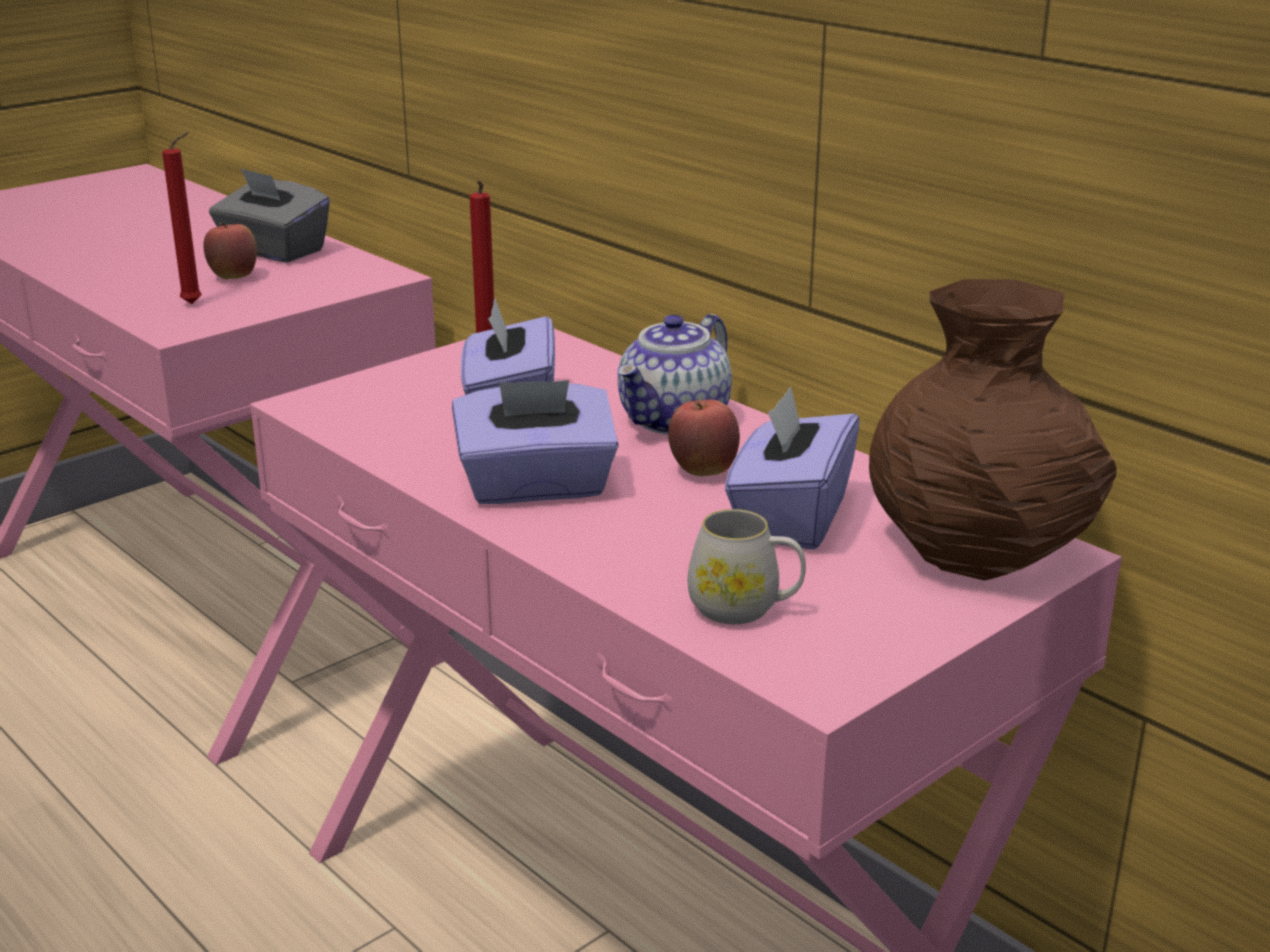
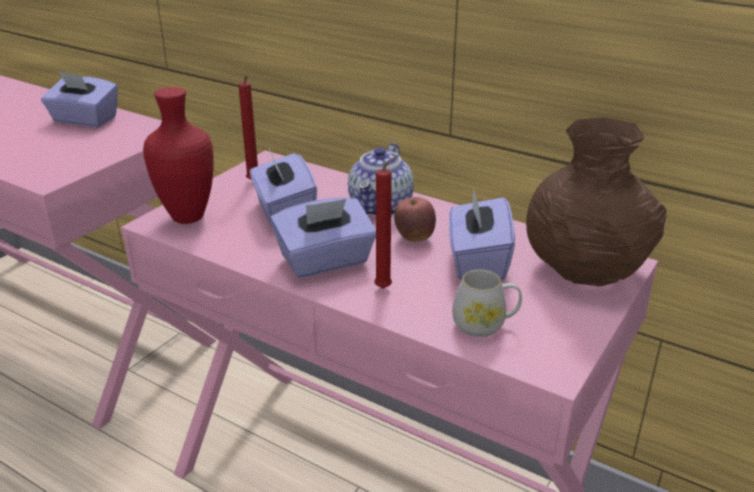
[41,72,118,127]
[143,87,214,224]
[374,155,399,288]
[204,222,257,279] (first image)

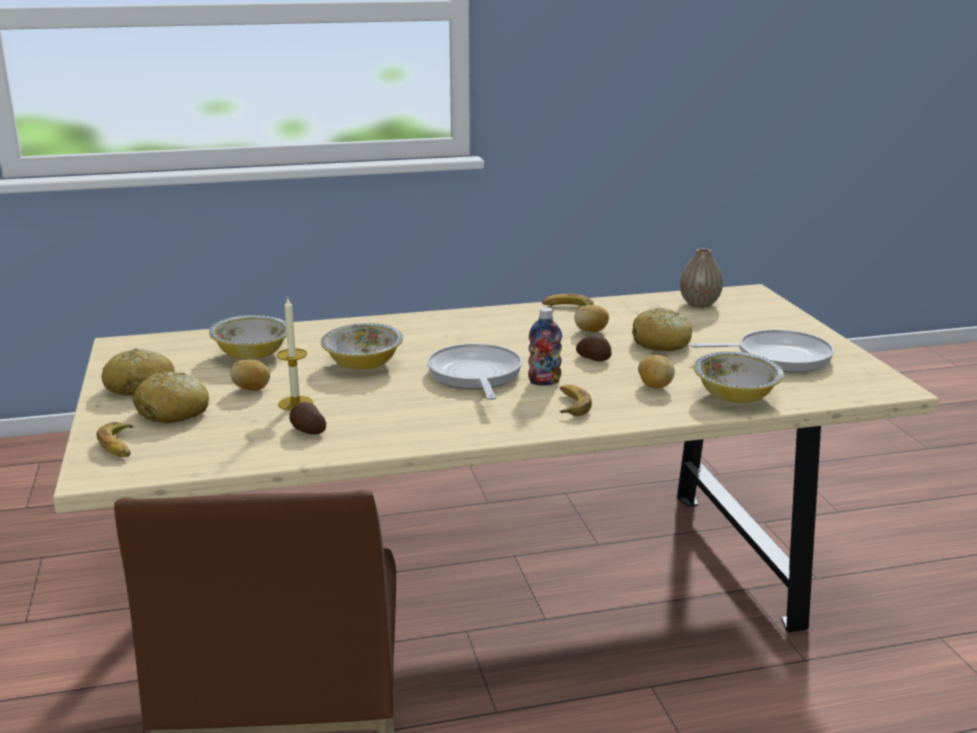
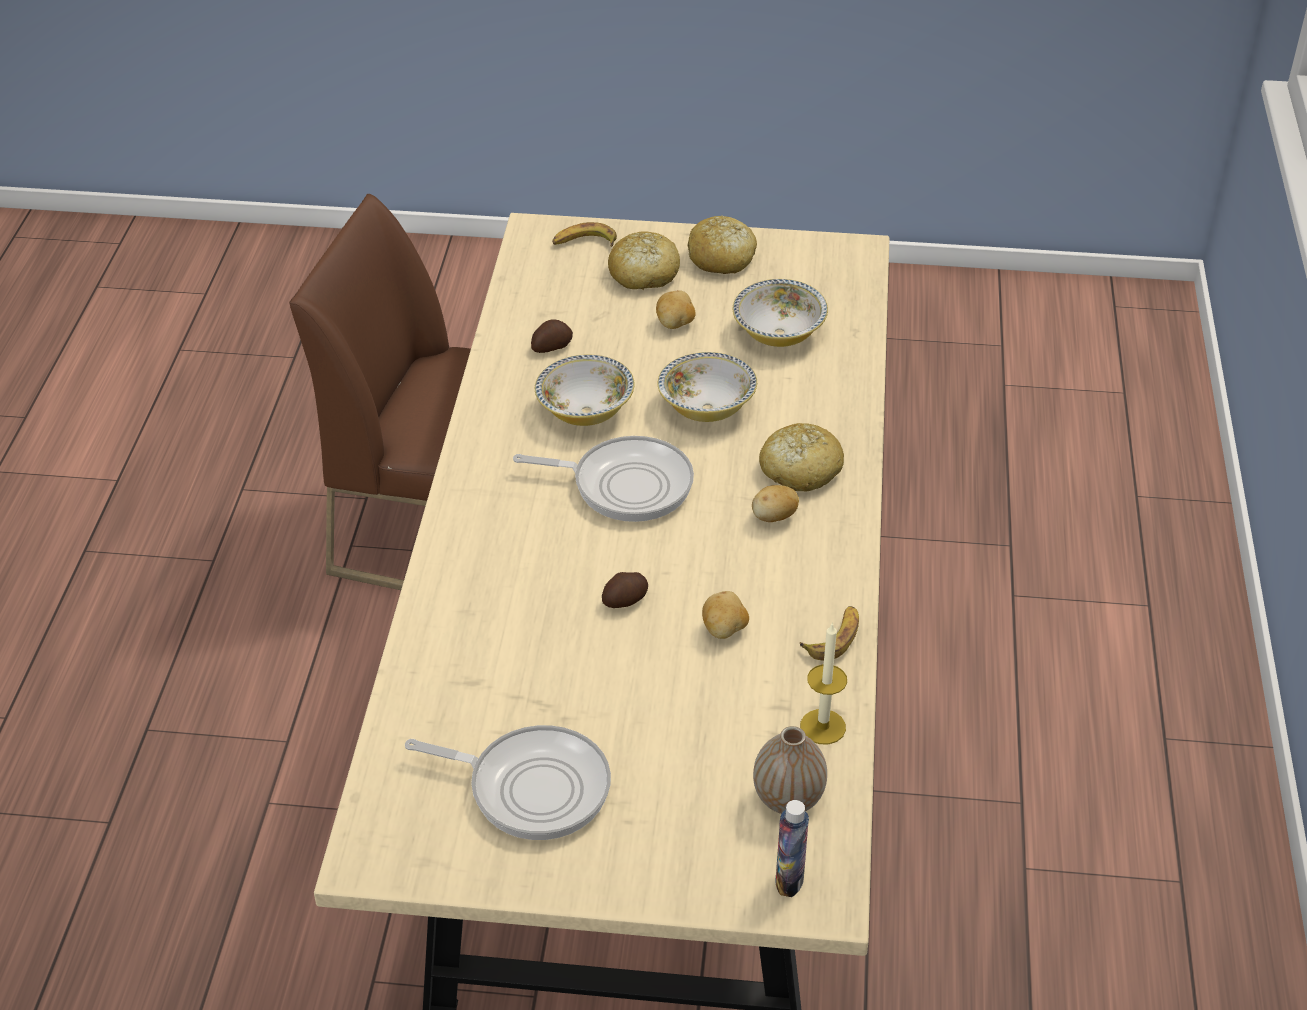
[405,725,611,840]
[535,355,635,426]
[752,485,799,522]
[759,423,844,491]
[775,800,809,897]
[800,622,847,744]
[560,385,592,416] (first image)

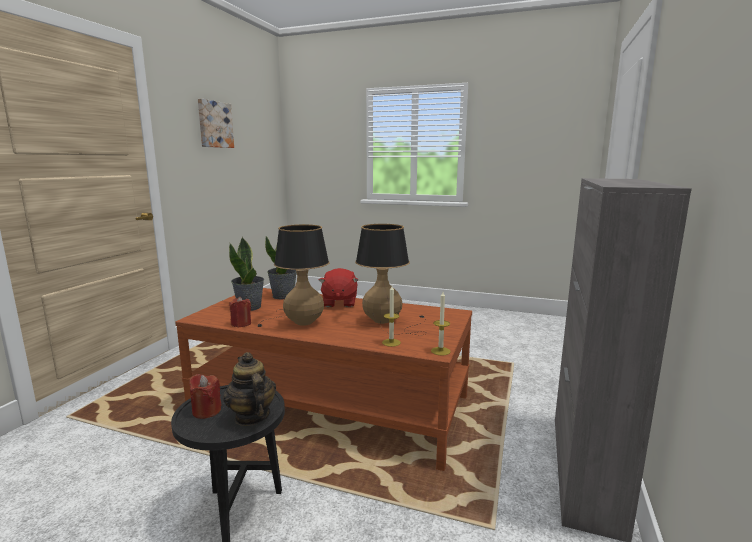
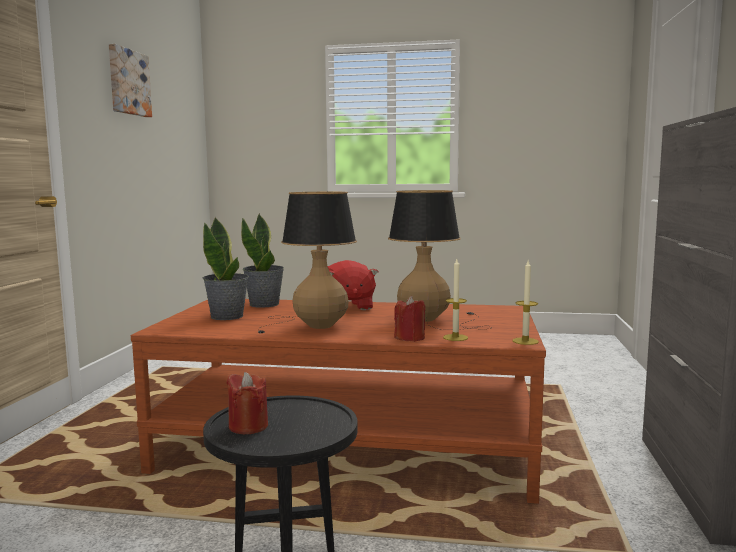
[394,296,426,342]
[223,352,276,426] (first image)

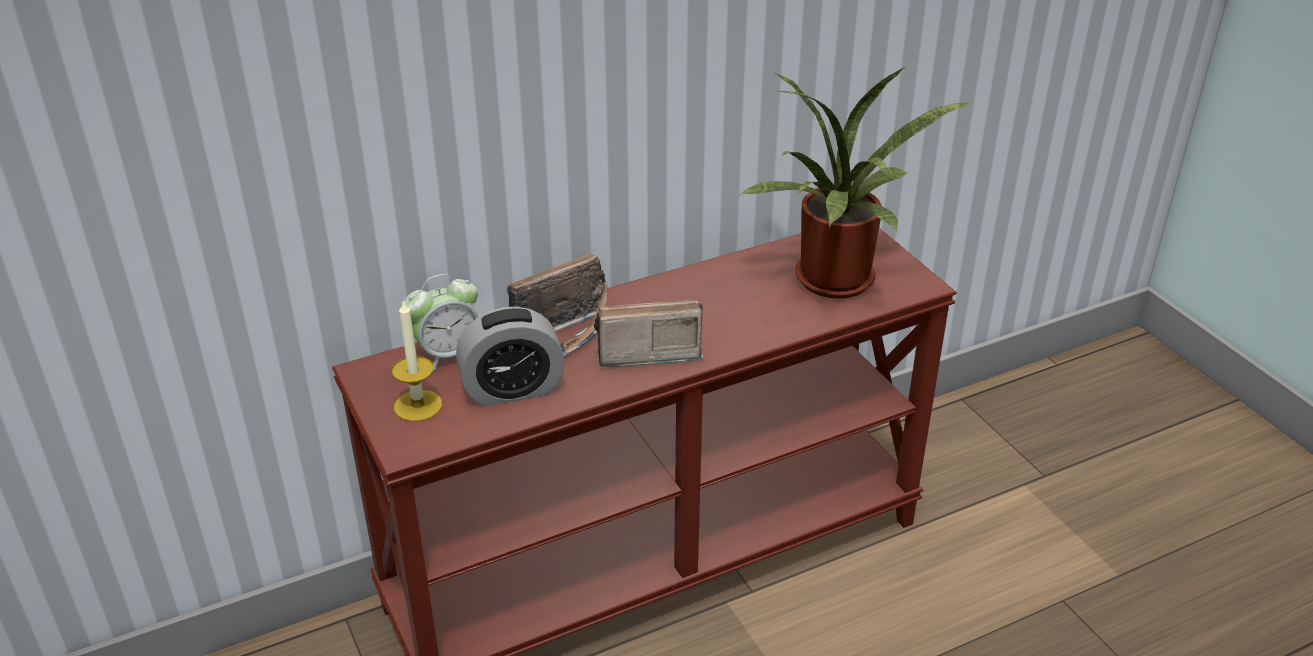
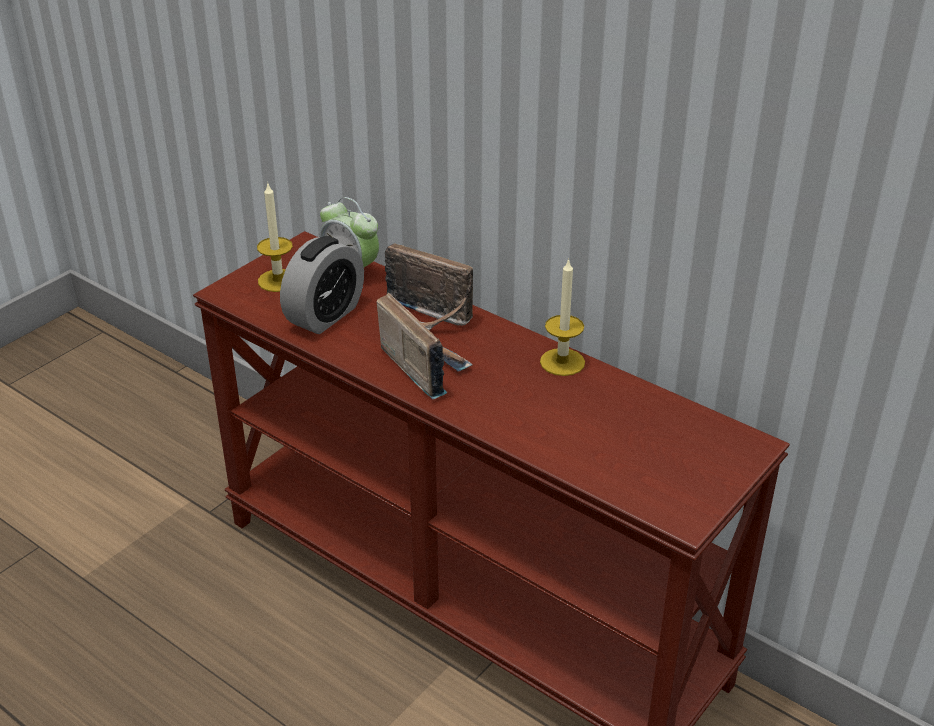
[280,236,364,334]
[540,258,585,376]
[740,67,969,299] (first image)

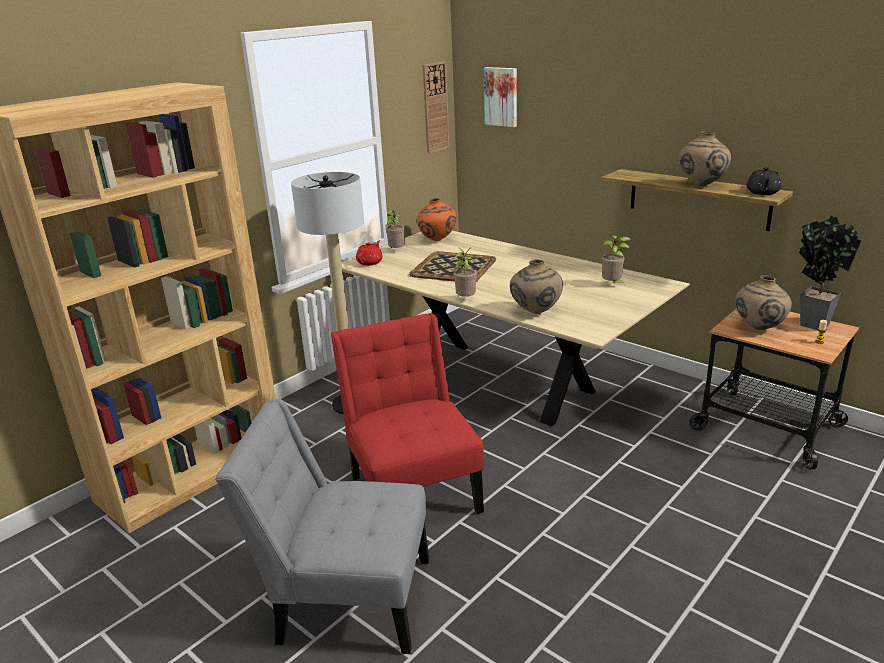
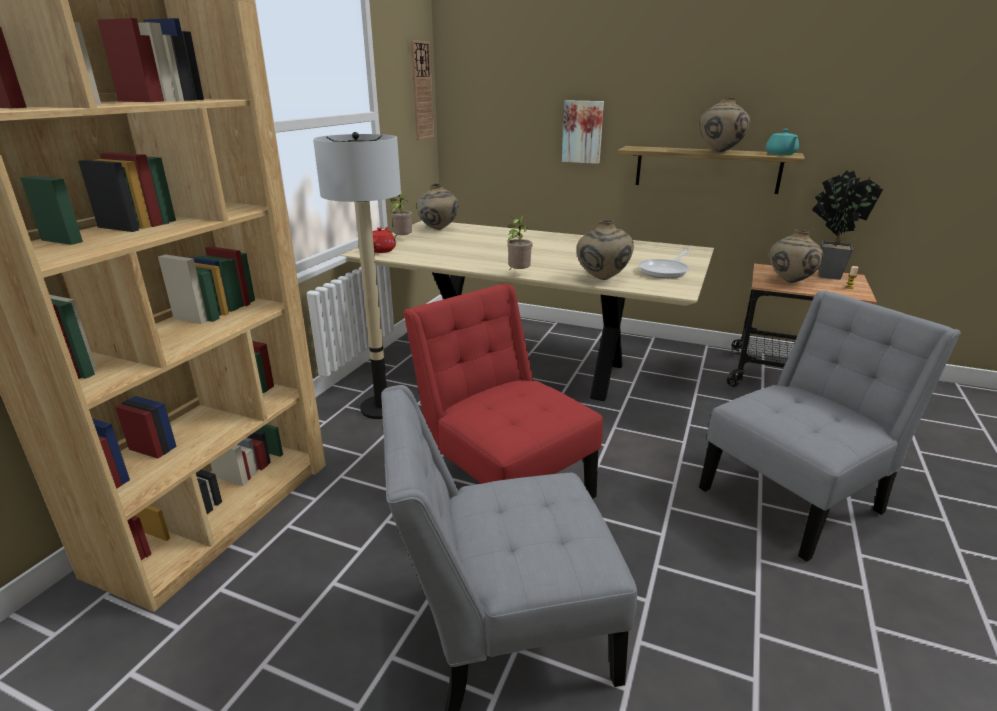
[417,184,459,230]
[562,100,604,164]
[638,249,691,278]
[699,290,961,562]
[766,129,799,155]
[409,251,496,282] (first image)
[601,235,631,283] (first image)

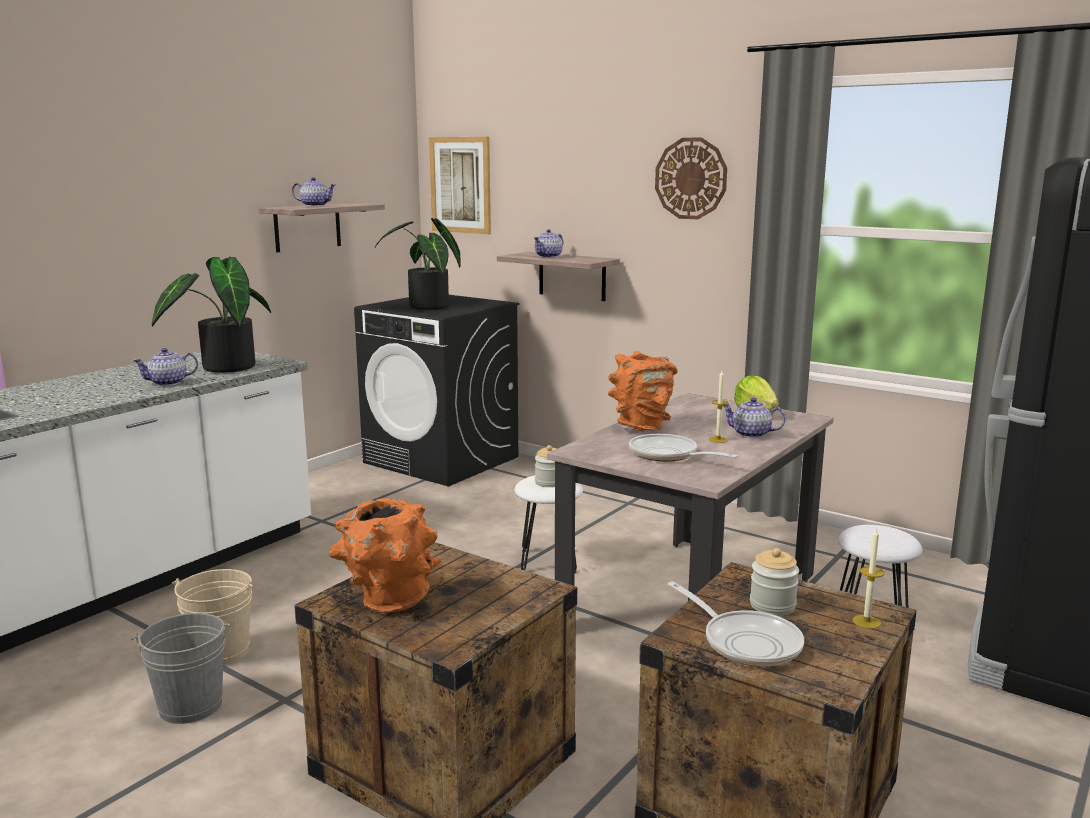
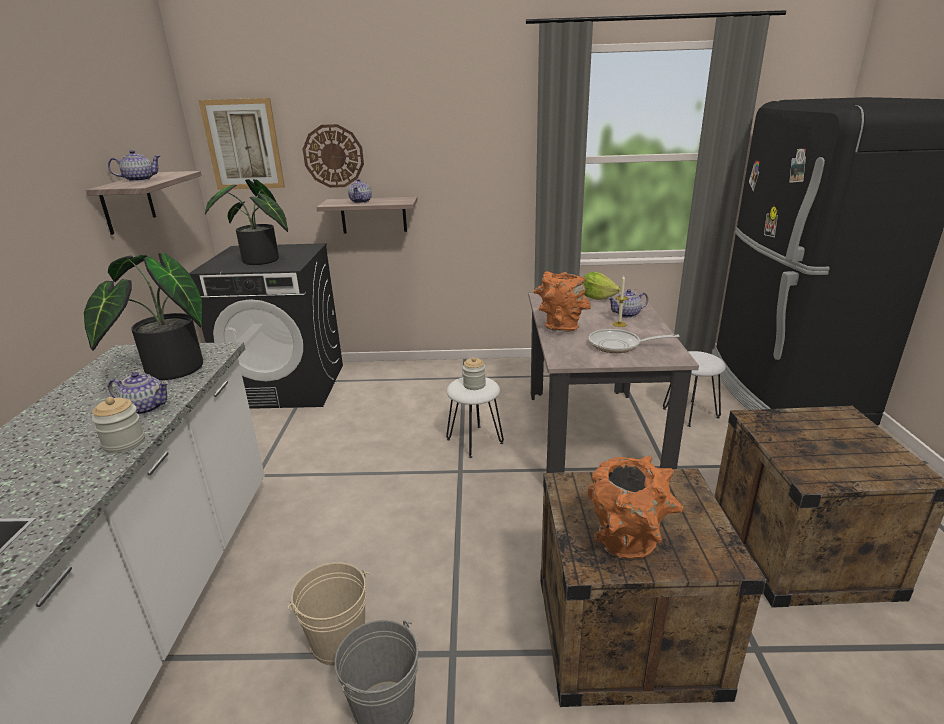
[92,397,145,453]
[108,372,169,415]
[303,124,364,188]
[668,581,804,667] (first image)
[852,528,884,629] (first image)

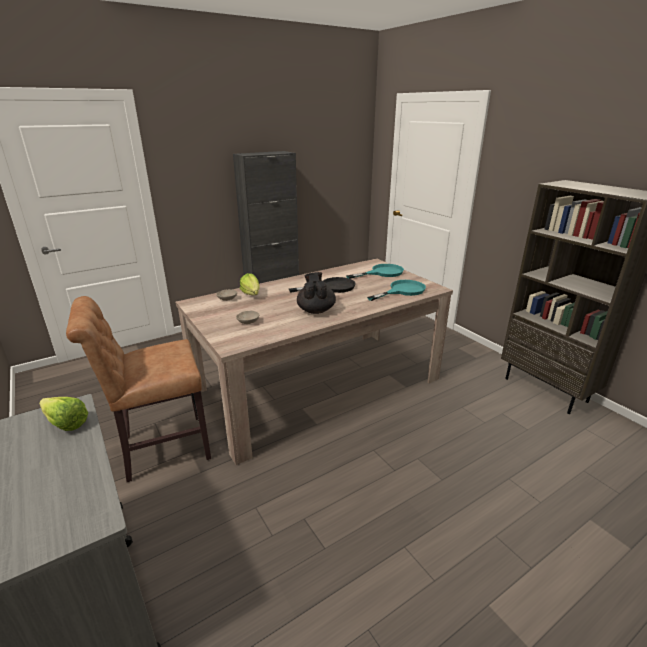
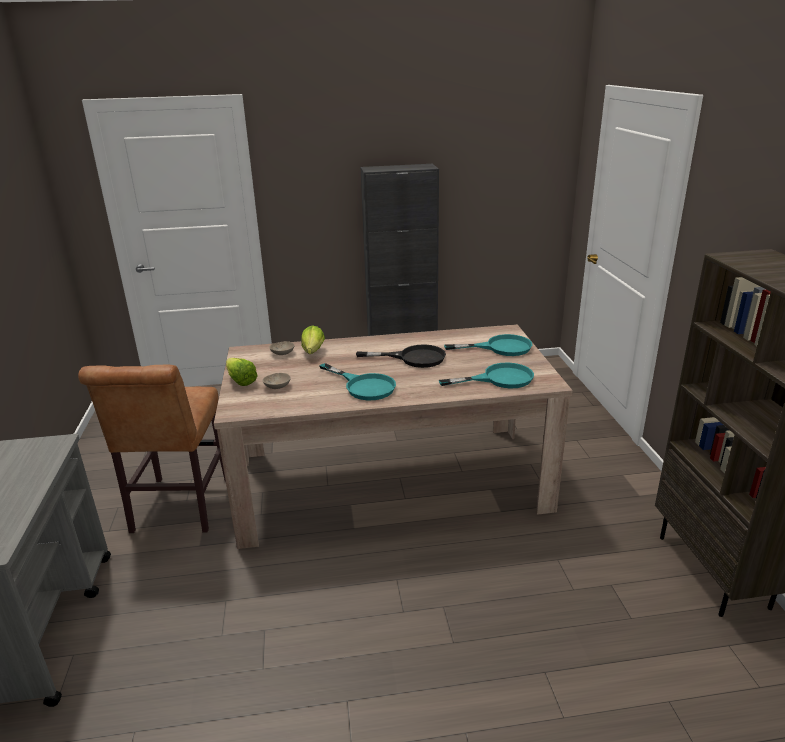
[78,365,226,533]
[226,358,258,386]
[319,363,396,400]

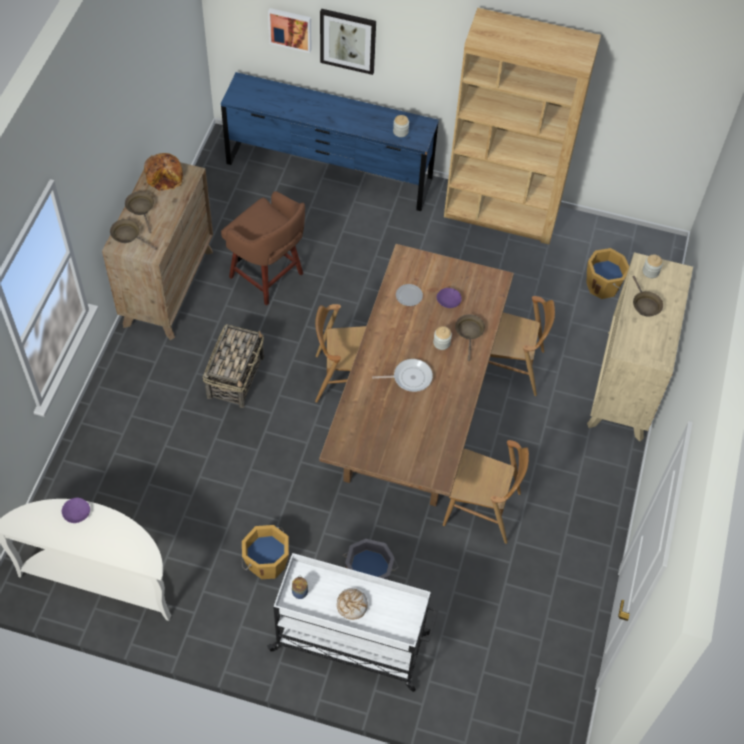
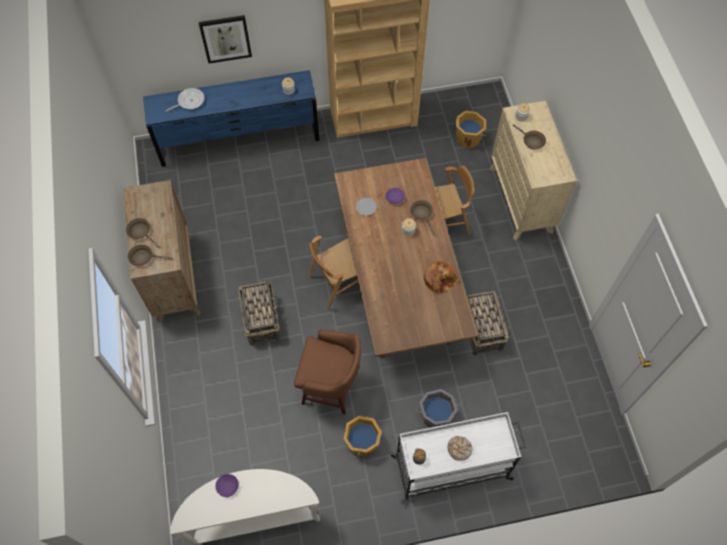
[165,88,205,111]
[294,329,361,414]
[424,261,459,293]
[466,291,509,355]
[268,8,311,53] (first image)

